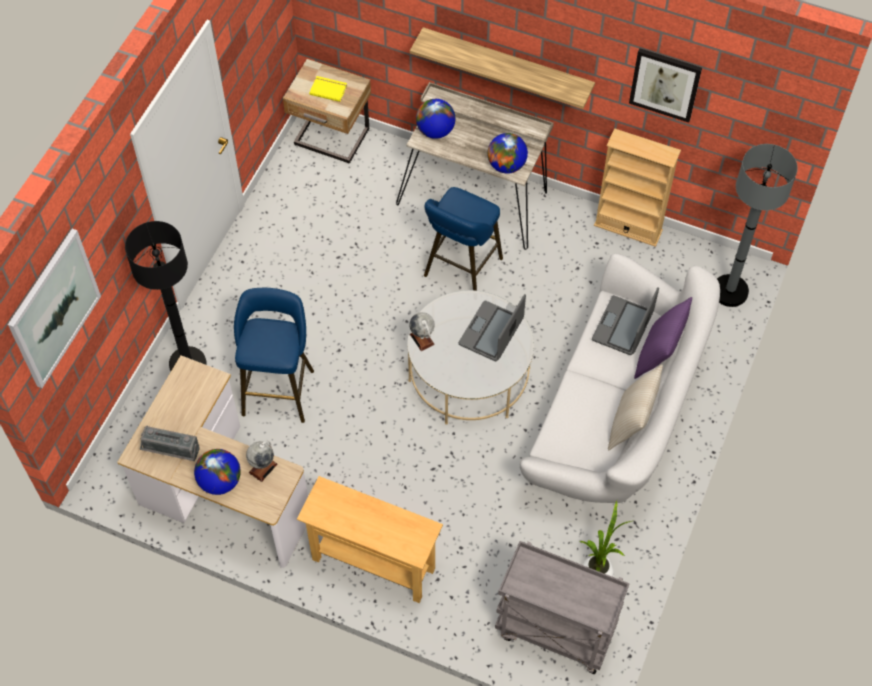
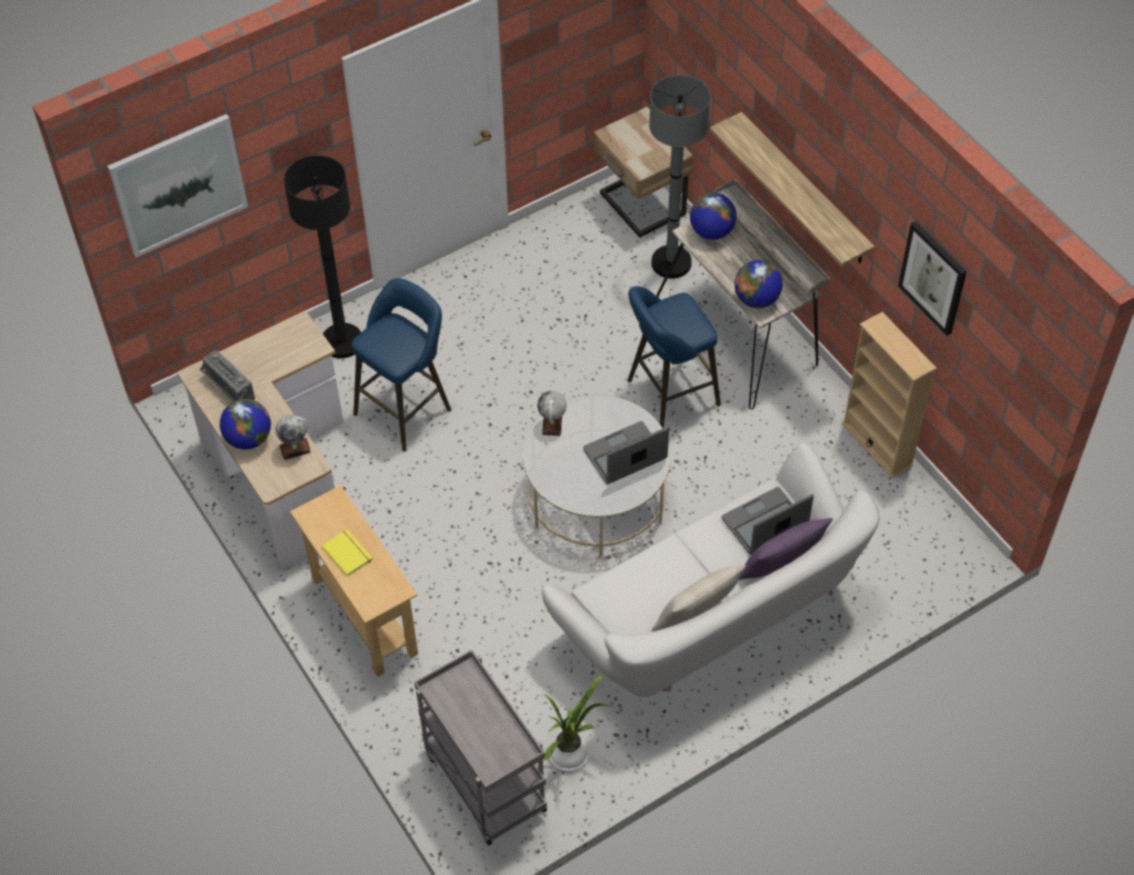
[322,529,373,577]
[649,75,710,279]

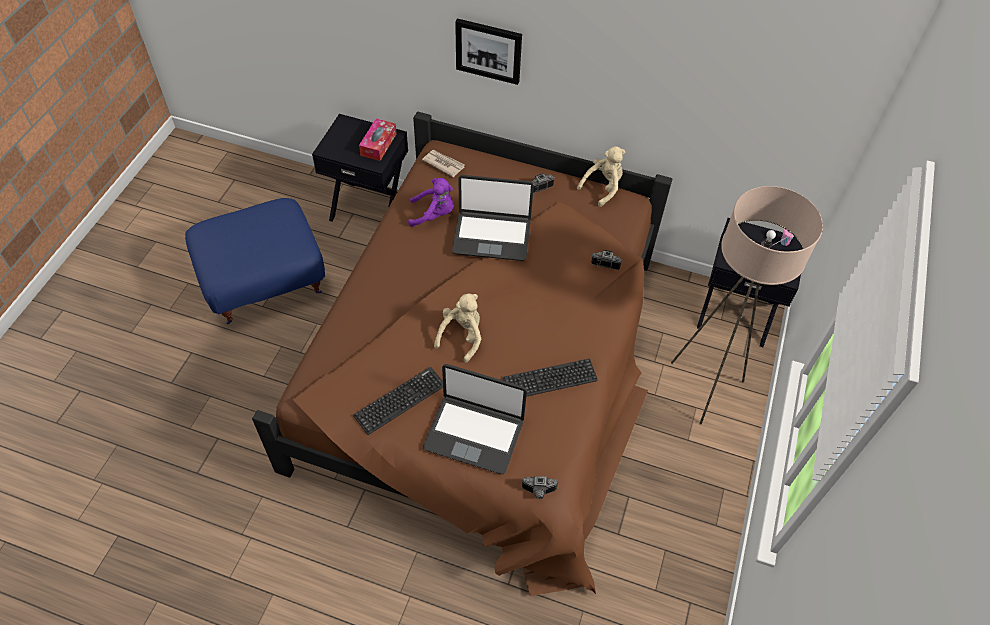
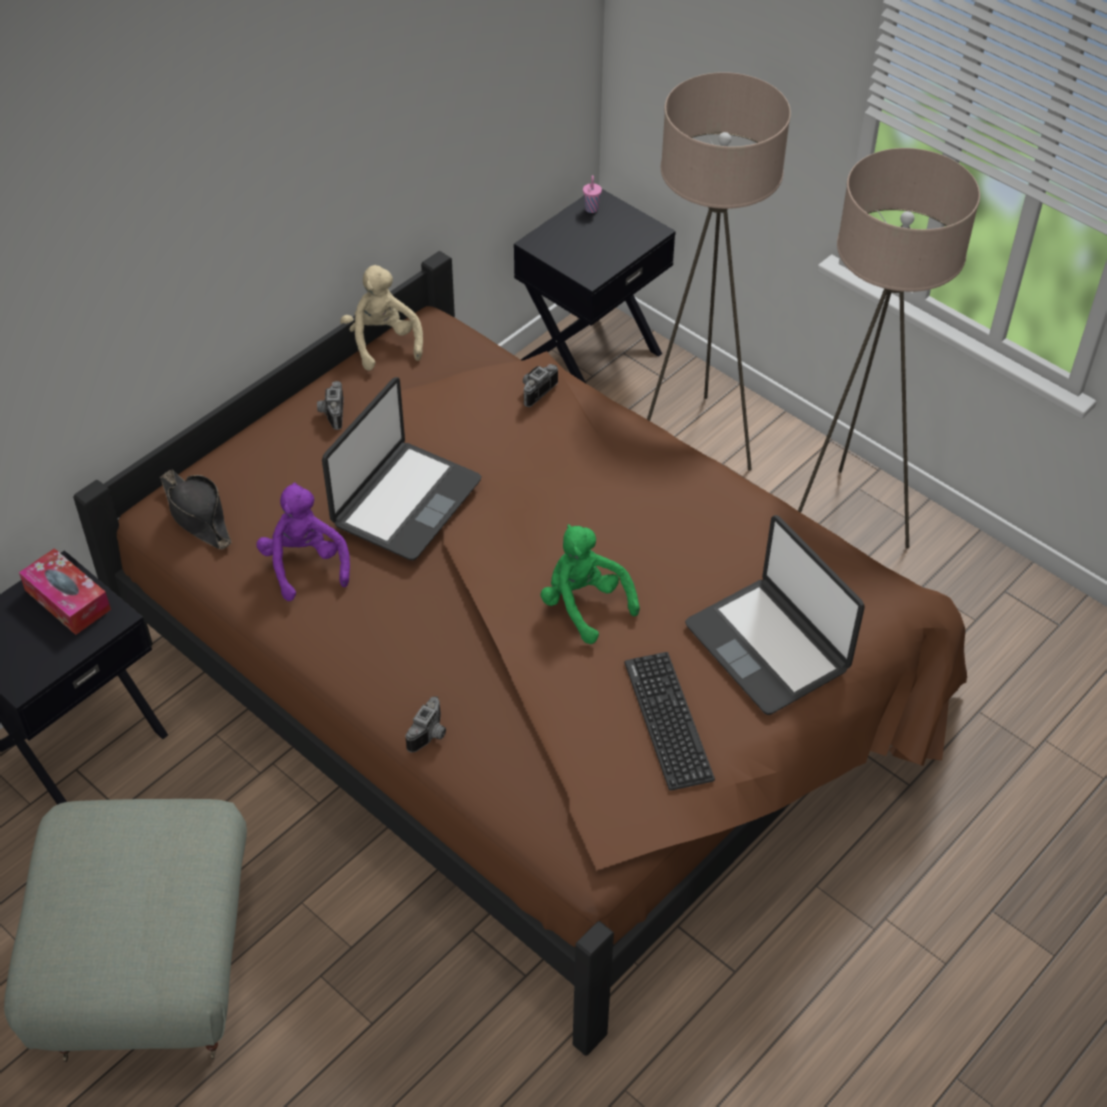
[4,799,247,1062]
[160,469,232,550]
[256,483,350,601]
[405,696,446,753]
[540,524,640,644]
[685,515,865,715]
[798,148,980,548]
[455,18,522,85] (first image)
[503,359,598,397] (first image)

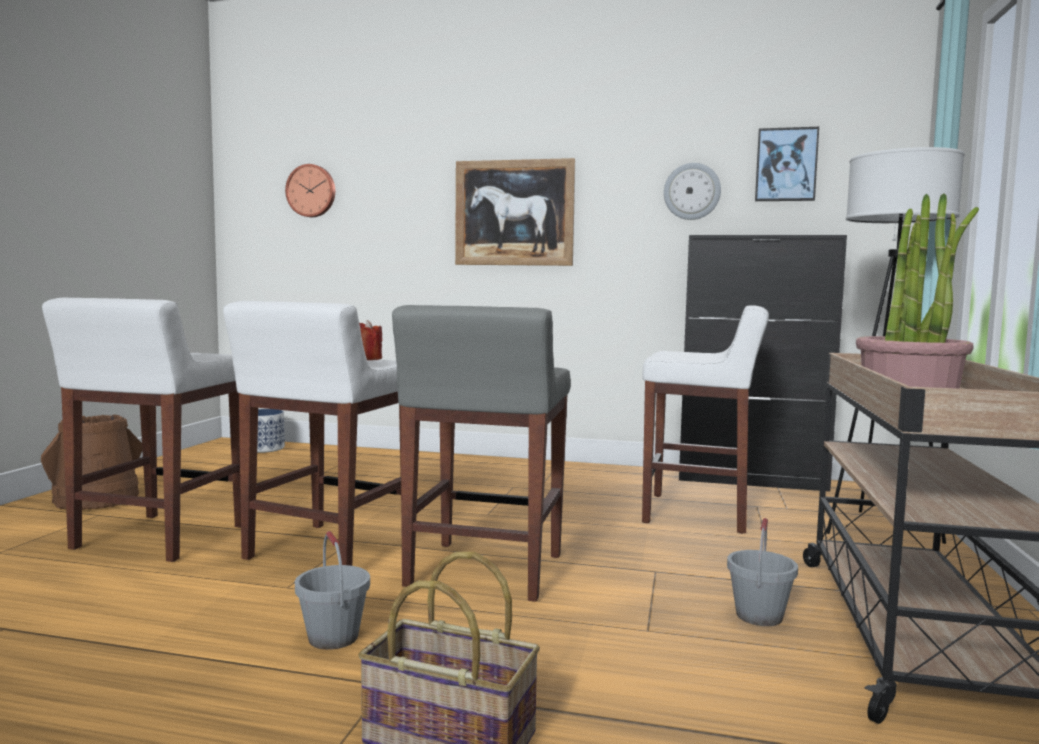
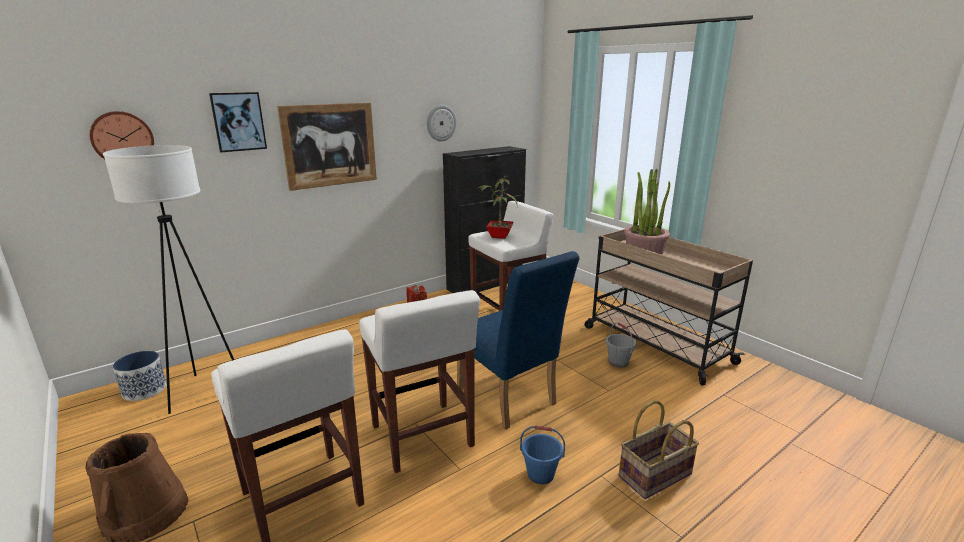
[103,145,234,414]
[209,92,267,152]
[457,251,580,429]
[479,175,518,239]
[520,425,565,484]

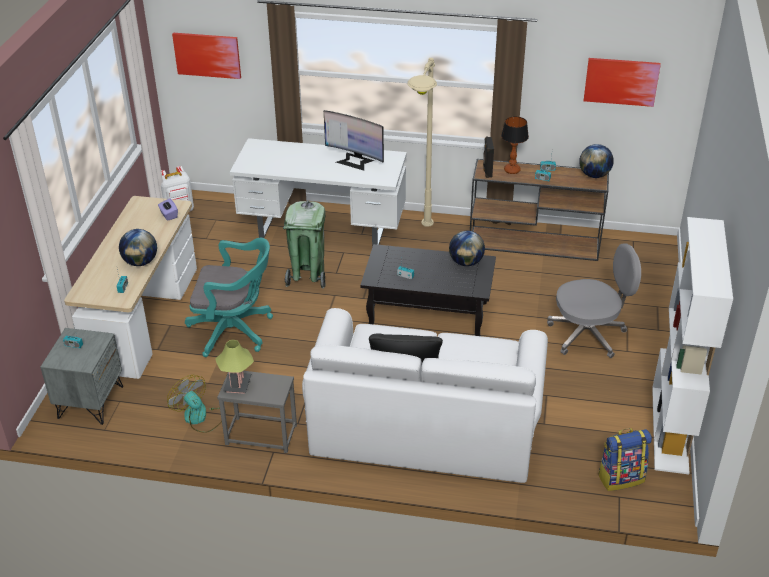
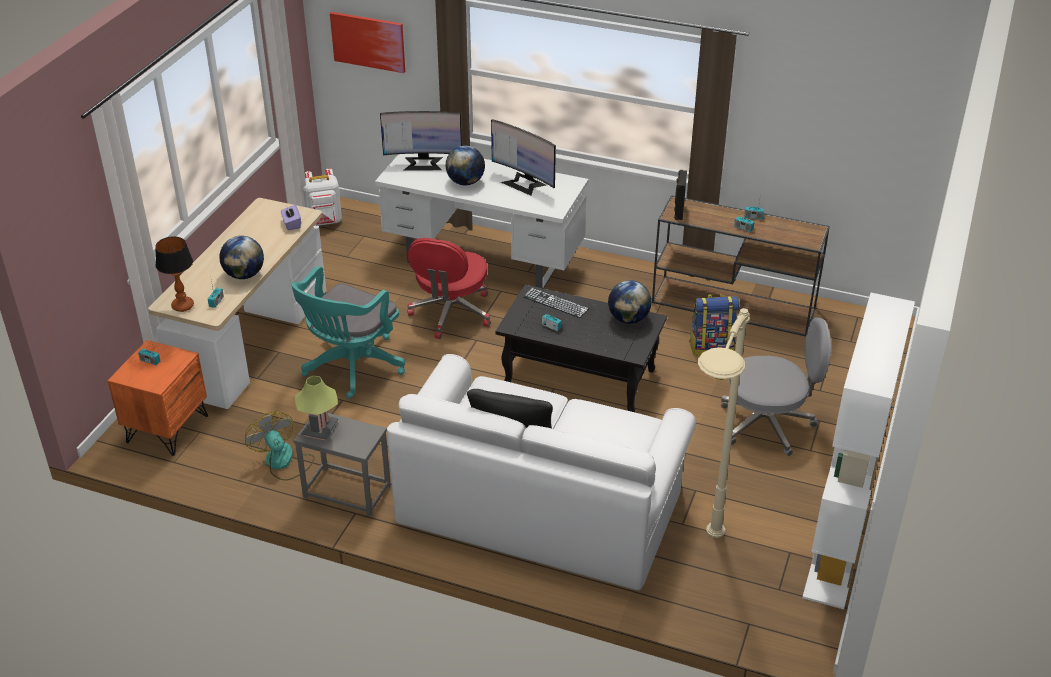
[108,340,208,456]
[155,236,194,312]
[291,266,405,399]
[380,111,462,171]
[407,238,491,339]
[446,146,485,185]
[523,288,589,318]
[689,294,739,356]
[698,308,750,538]
[584,58,661,107] (first image)

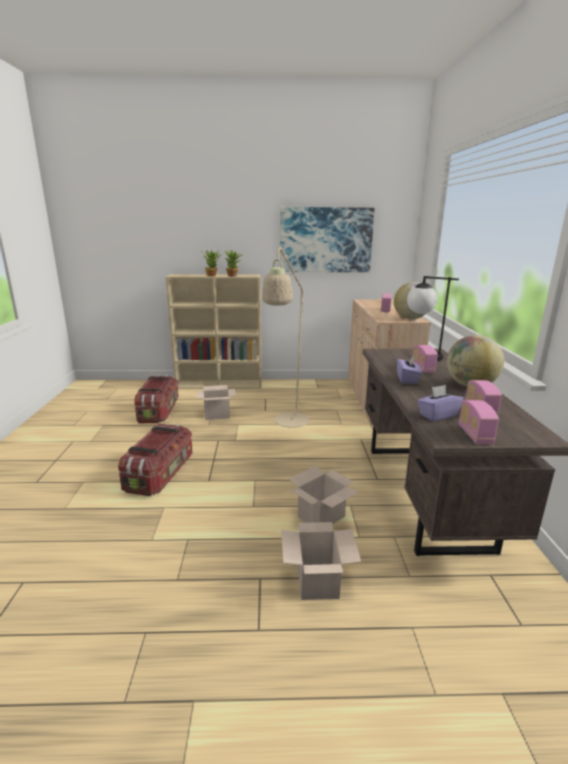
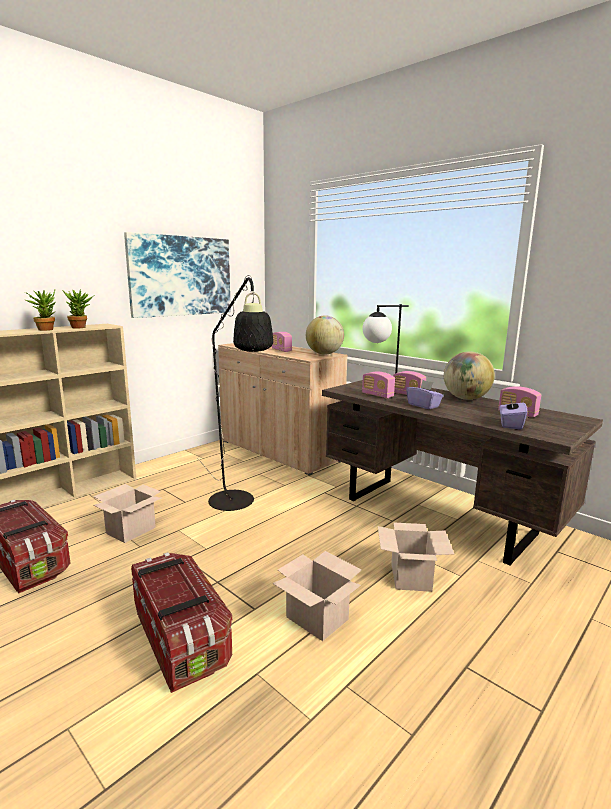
[197,275,273,511]
[272,551,362,641]
[362,371,395,398]

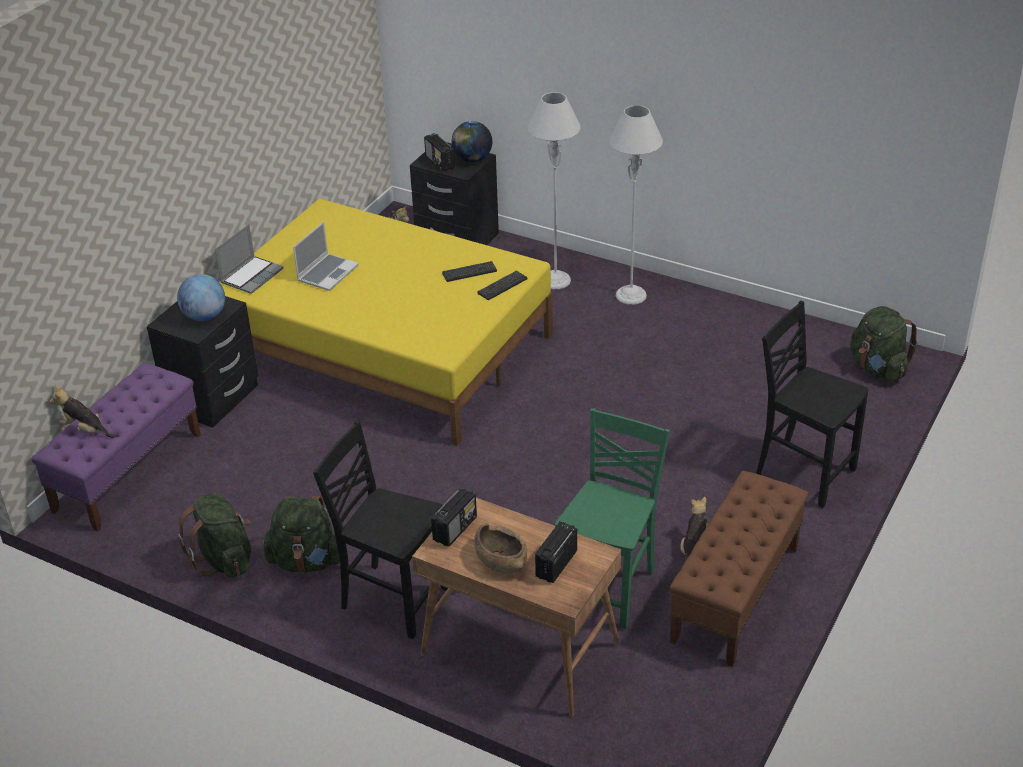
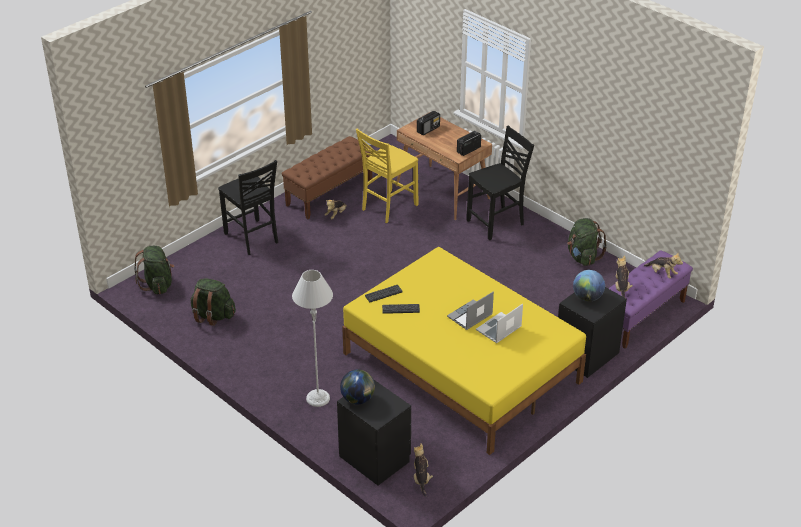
[191,278,236,326]
[356,128,418,223]
[447,291,494,330]
[466,126,534,240]
[615,255,633,298]
[424,133,455,172] (first image)
[474,523,527,574] (first image)
[609,105,663,305] (first image)

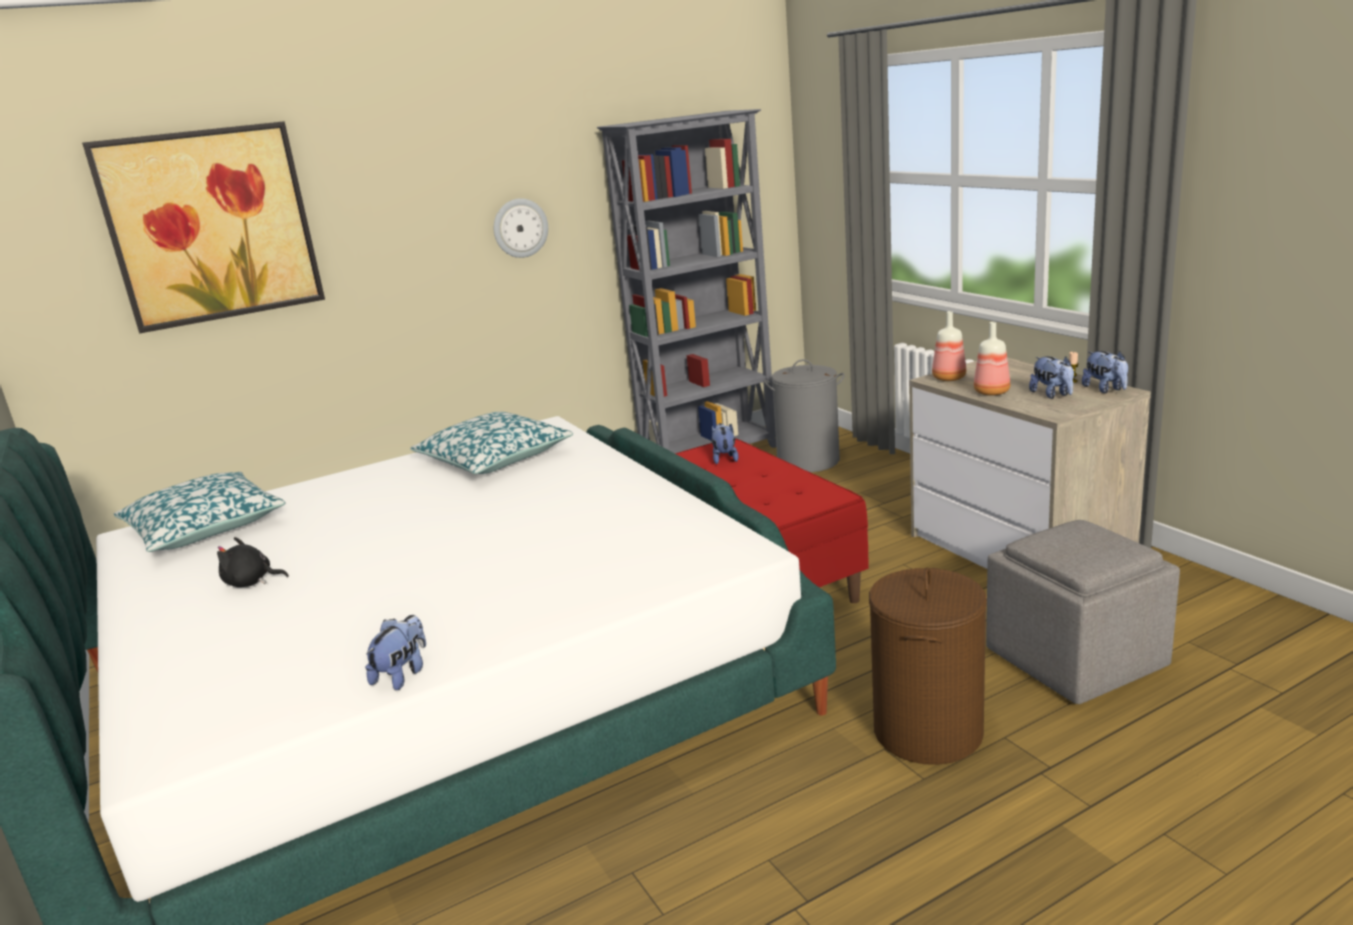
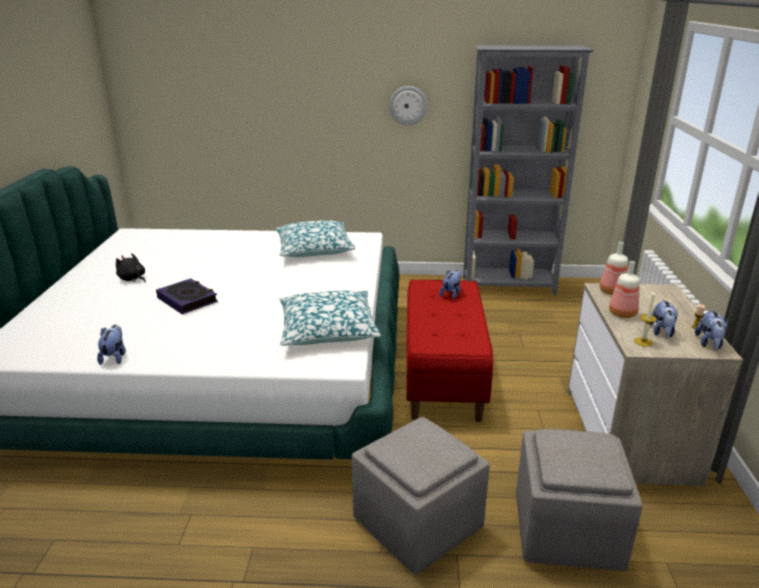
[97,325,126,365]
[156,278,218,314]
[279,290,381,346]
[352,417,490,574]
[634,291,657,347]
[82,121,325,333] (first image)
[764,359,845,472] (first image)

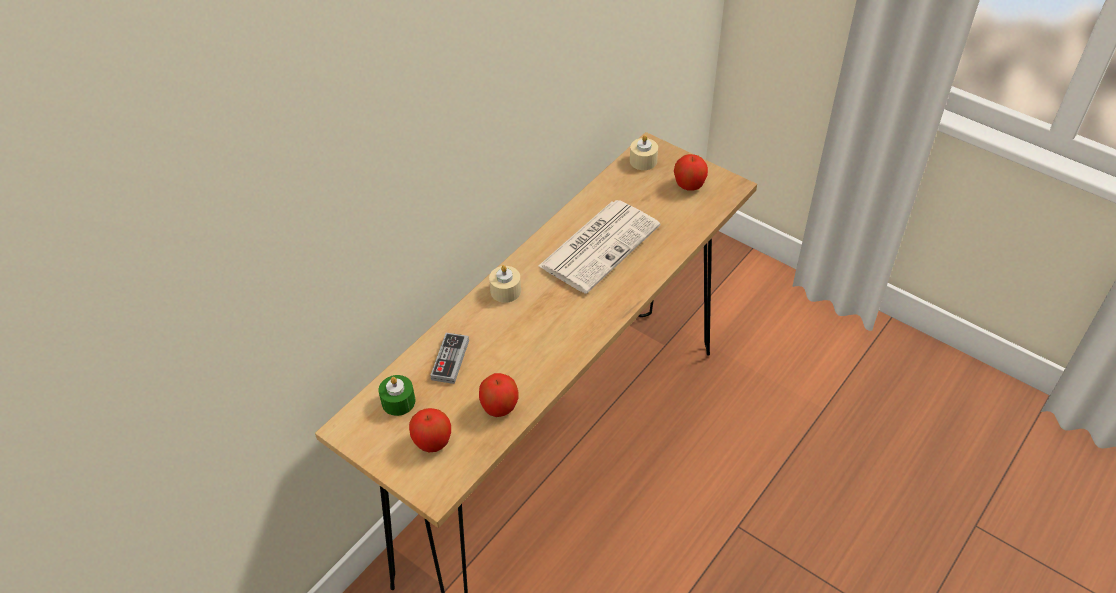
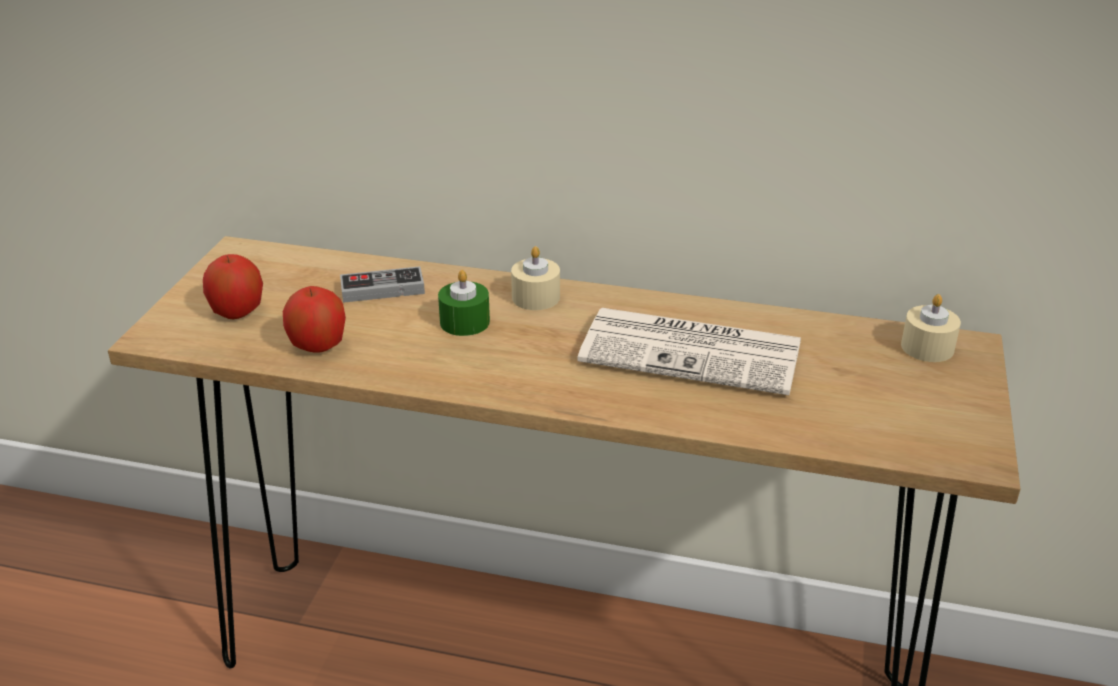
[438,270,490,336]
[674,154,708,191] (first image)

